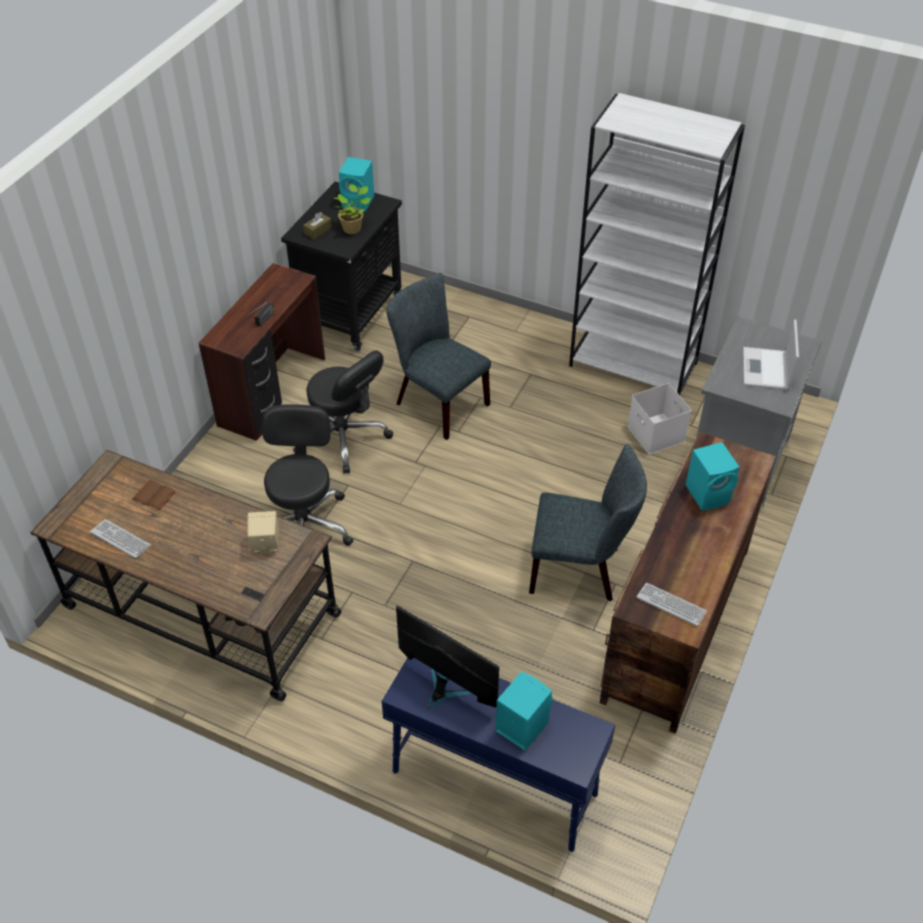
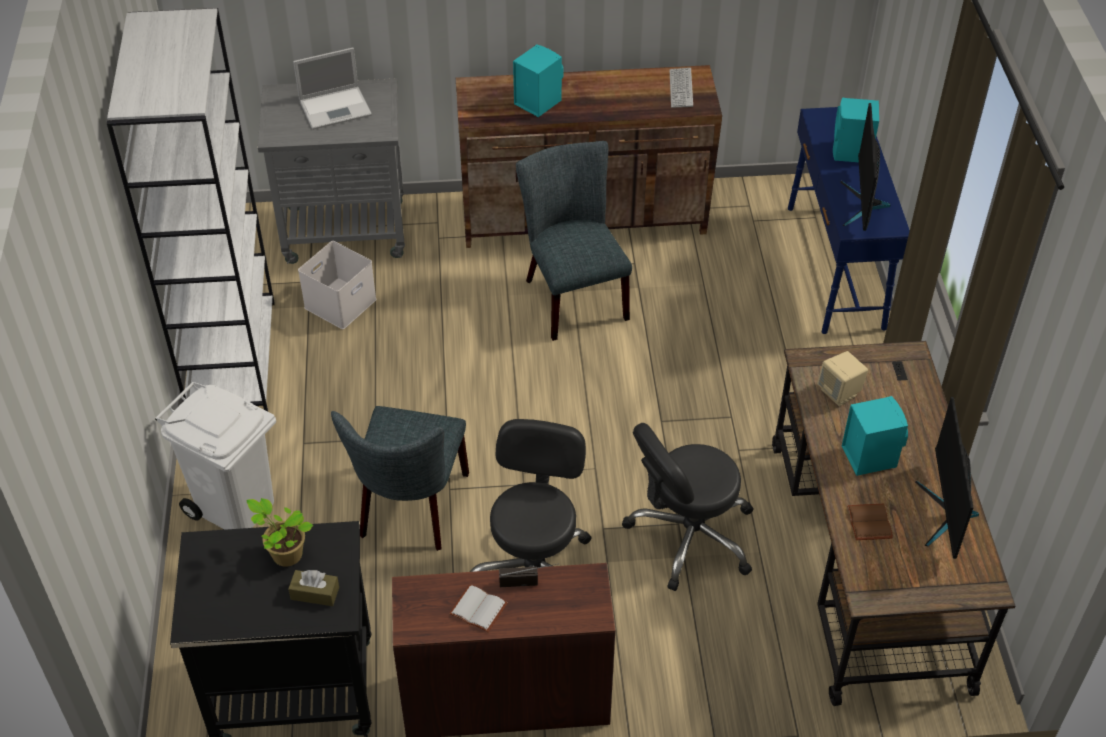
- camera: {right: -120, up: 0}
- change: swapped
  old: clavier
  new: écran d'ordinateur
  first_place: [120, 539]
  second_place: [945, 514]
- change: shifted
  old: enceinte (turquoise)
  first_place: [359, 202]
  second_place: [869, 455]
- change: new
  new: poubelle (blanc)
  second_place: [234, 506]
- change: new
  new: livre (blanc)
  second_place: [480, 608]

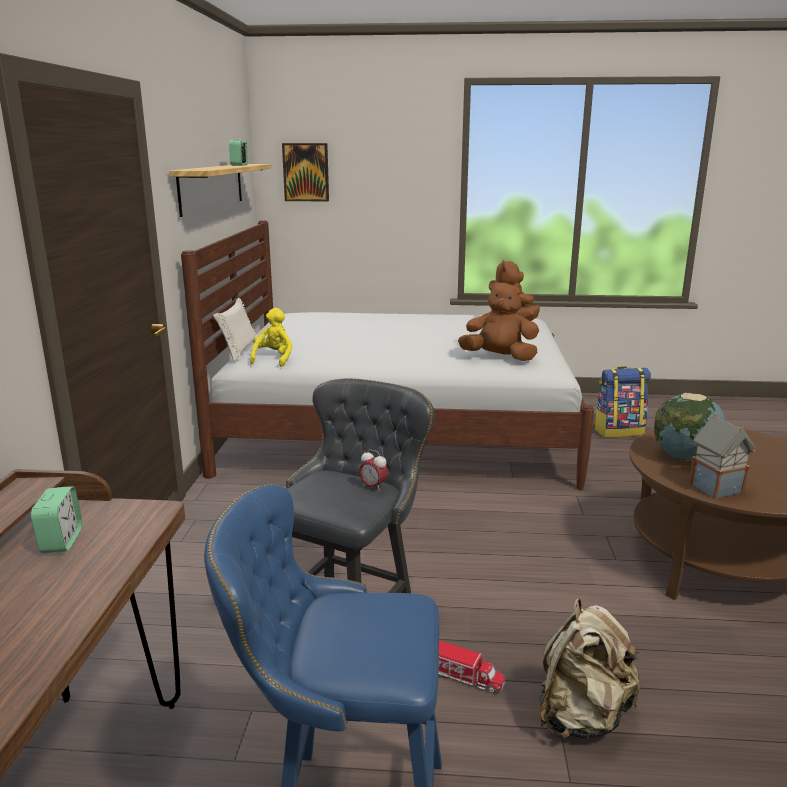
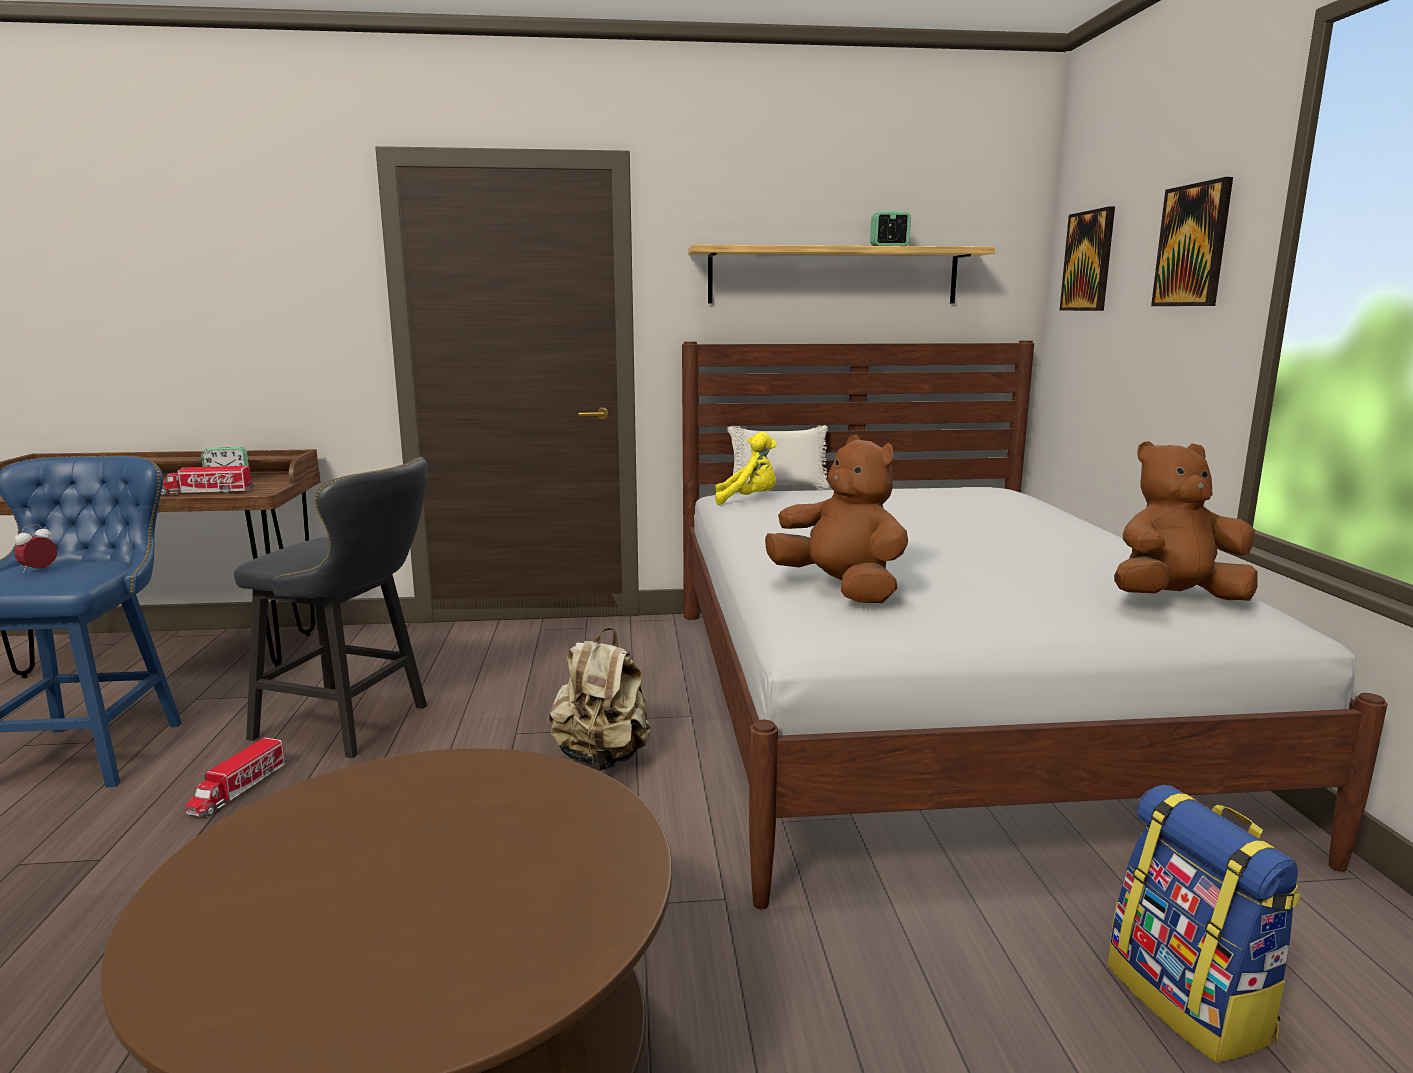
- camera: {right: 80, up: -5}
- change: shifted
  old: réveil
  first_place: [373, 487]
  second_place: [39, 570]
- change: rotated
  old: peluche (marron)
  first_place: [499, 358]
  second_place: [840, 589]
  degrees: -45
- change: shifted
  old: sac à dos (beige)
  first_place: [582, 716]
  second_place: [603, 758]
- change: gone
  old: globe
  first_place: [685, 457]
- change: gone
  old: maison miniature
  first_place: [717, 488]
- change: new
  new: camion jouet
  second_place: [205, 492]
- change: new
  new: tableau
  second_place: [1193, 245]

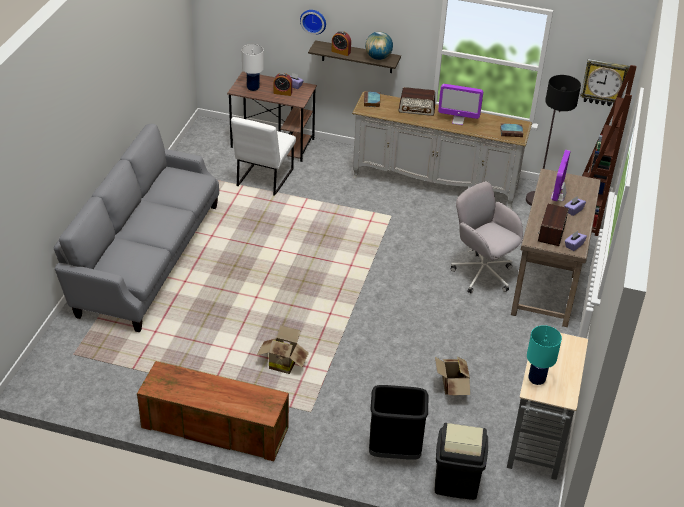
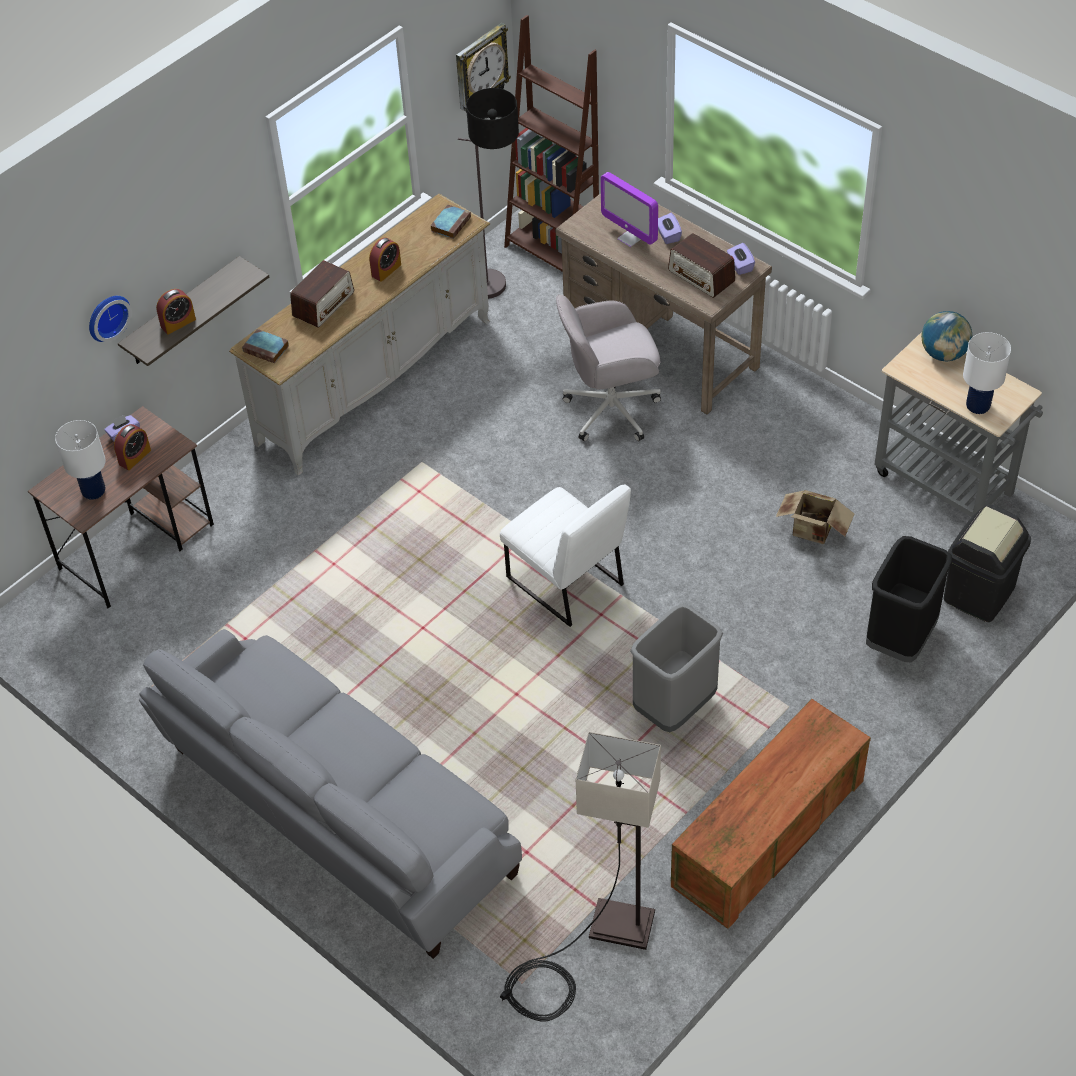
- camera: {right: -60, up: 10}
- change: shifted
  old: chaise (blanc)
  first_place: [264, 178]
  second_place: [566, 583]
- change: swapped
  old: carton
  new: poubelle (gris)
  first_place: [283, 362]
  second_place: [675, 707]
- change: shifted
  old: globe
  first_place: [378, 57]
  second_place: [944, 354]
- change: swapped
  old: écran d'ordinateur
  new: réveil
  first_place: [458, 121]
  second_place: [386, 270]
- change: repainted
  old: lampe de table (turquoise)
  new: lampe de table (blanc)
  first_place: [536, 380]
  second_place: [977, 407]
- change: new
  new: lampadaire
  second_place: [577, 959]

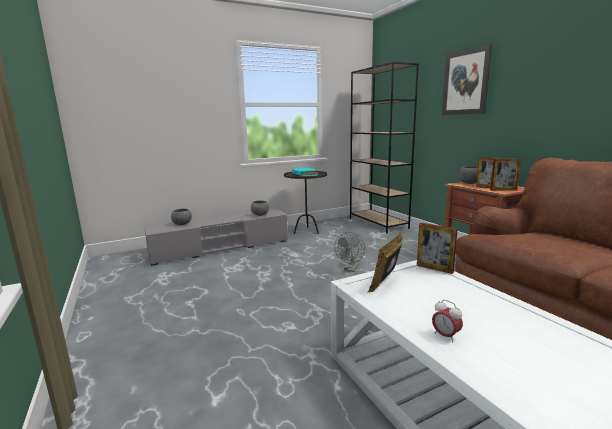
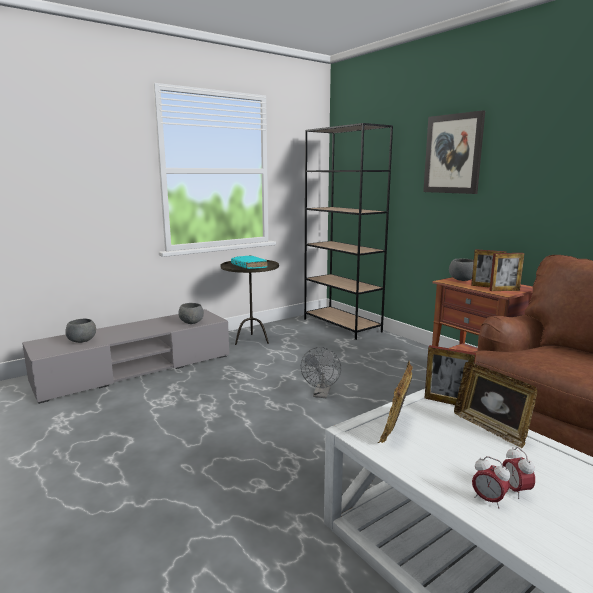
- camera: {right: -10, up: 0}
- change: new
  new: cadre photo
  second_place: [491, 428]
- change: new
  new: réveil
  second_place: [515, 490]

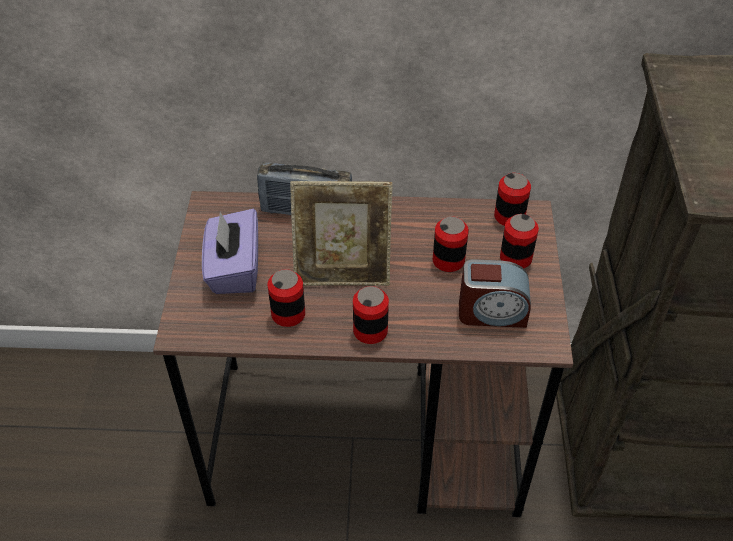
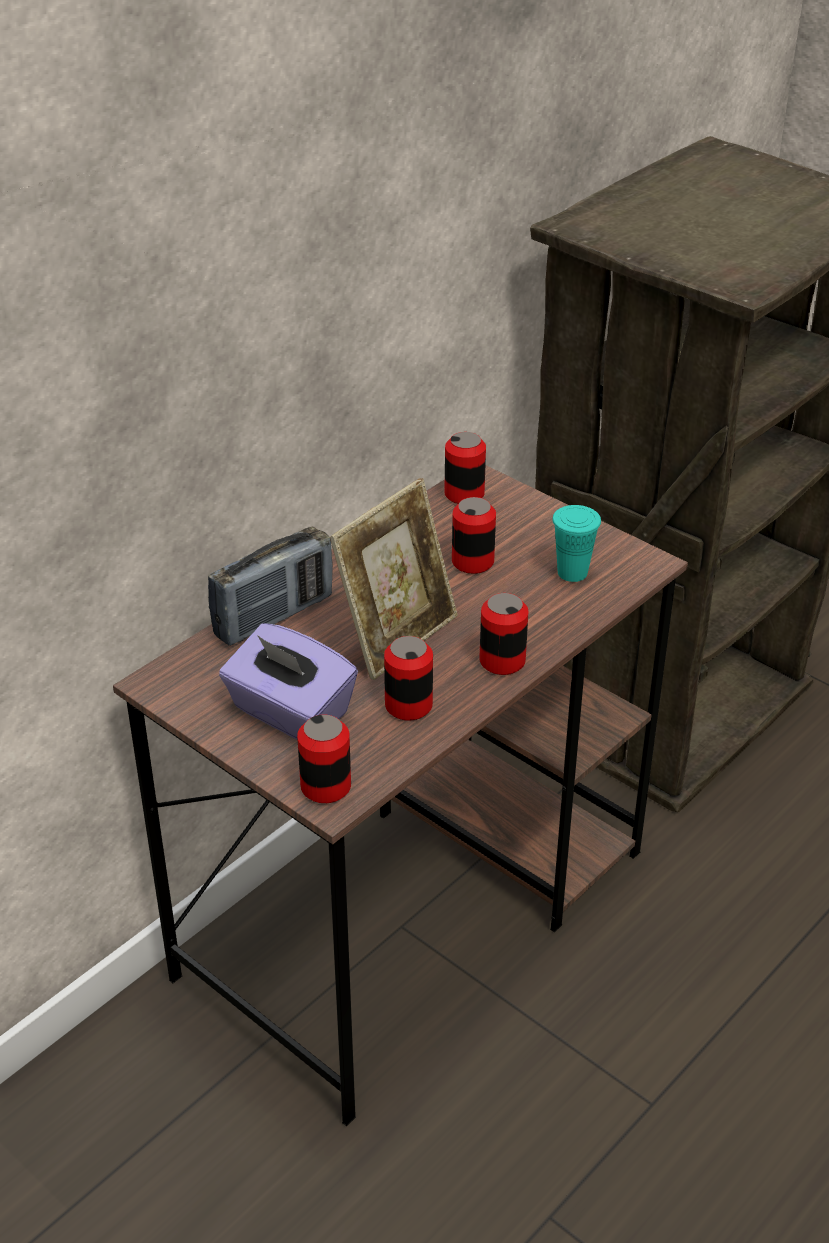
- camera: {right: -50, up: -10}
- change: swapped
  old: réveil
  new: tasse (turquoise)
  first_place: [492, 312]
  second_place: [572, 572]
- change: shifted
  old: boîte métallique
  first_place: [515, 258]
  second_place: [325, 786]

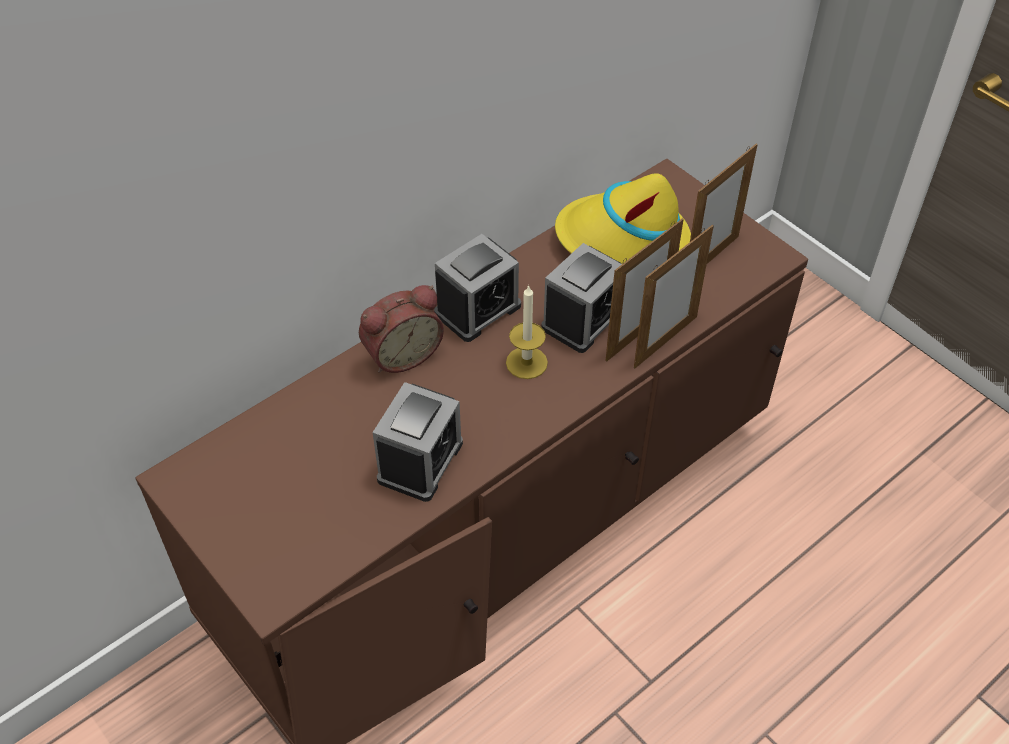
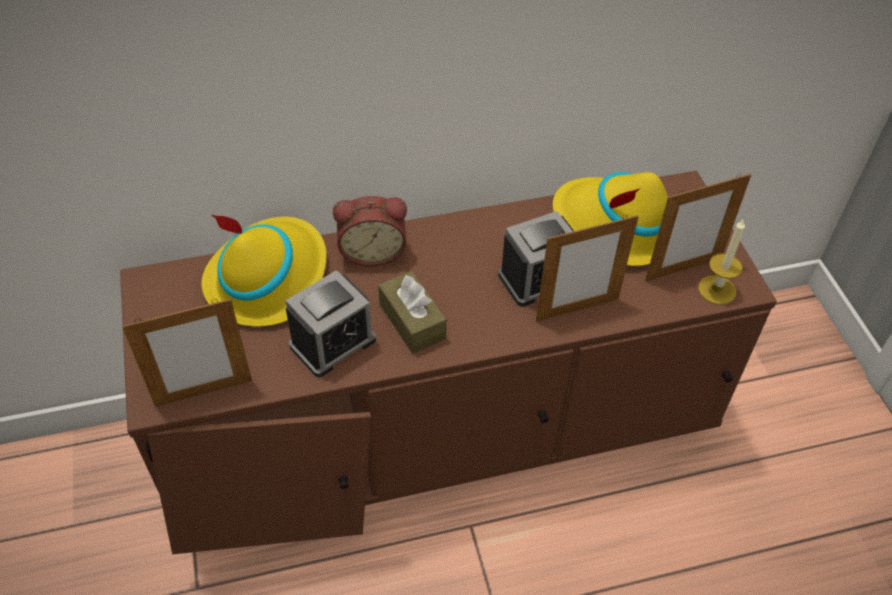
- camera: {right: 25, up: 0}
- change: gone
  old: réveil
  first_place: [477, 309]
- change: shifted
  old: bougie
  first_place: [526, 362]
  second_place: [717, 289]
- change: shifted
  old: cadre photo
  first_place: [665, 341]
  second_place: [204, 393]
- change: new
  new: chapeau (jaune)
  second_place: [268, 278]
- change: new
  new: boîte à mouchoirs (marron)
  second_place: [412, 321]

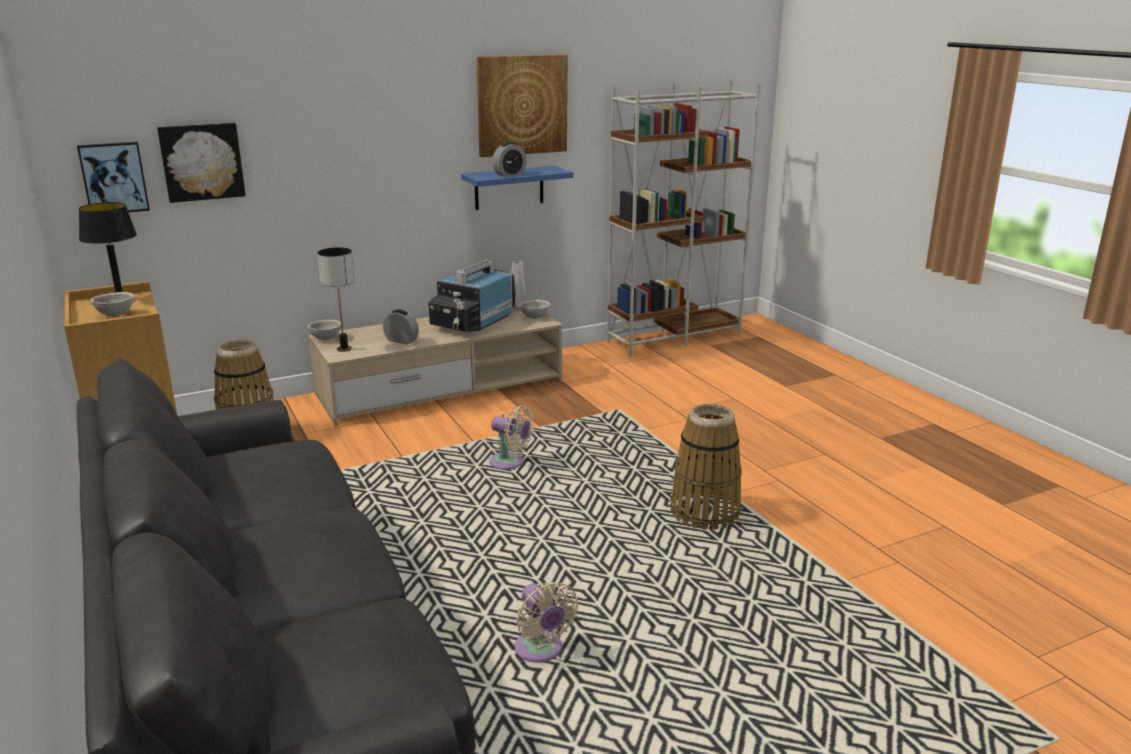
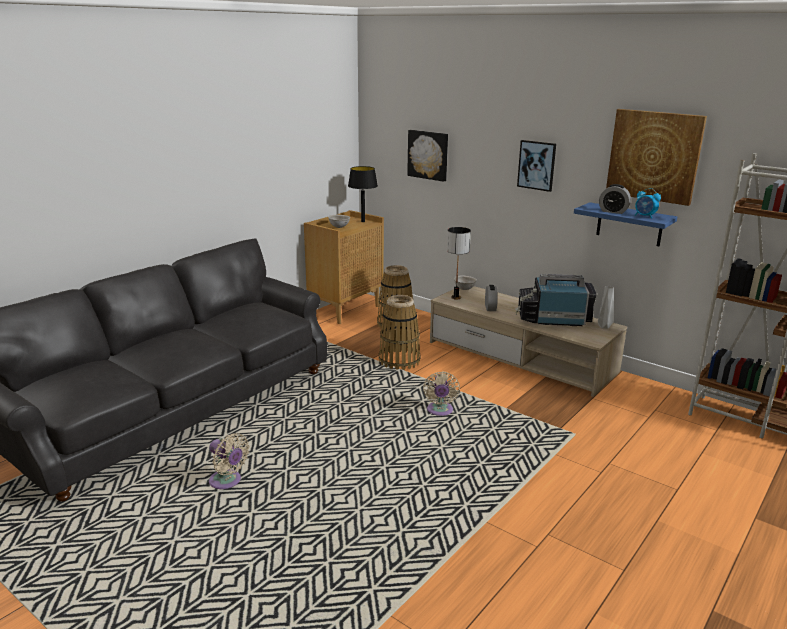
- camera: {right: 65, up: 0}
- change: shifted
  old: tableau
  first_place: [114, 178]
  second_place: [537, 165]
- change: rotated
  old: ventilateur (beige)
  first_place: [541, 651]
  second_place: [227, 482]
  degrees: -90
- change: gone
  old: bol (gris)
  first_place: [534, 317]
- change: shifted
  old: panier
  first_place: [705, 512]
  second_place: [399, 361]
- change: new
  new: réveil
  second_place: [645, 216]

